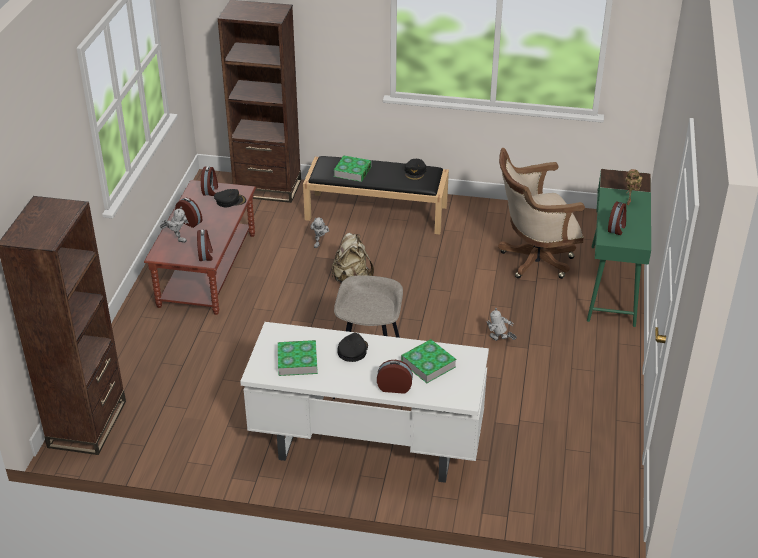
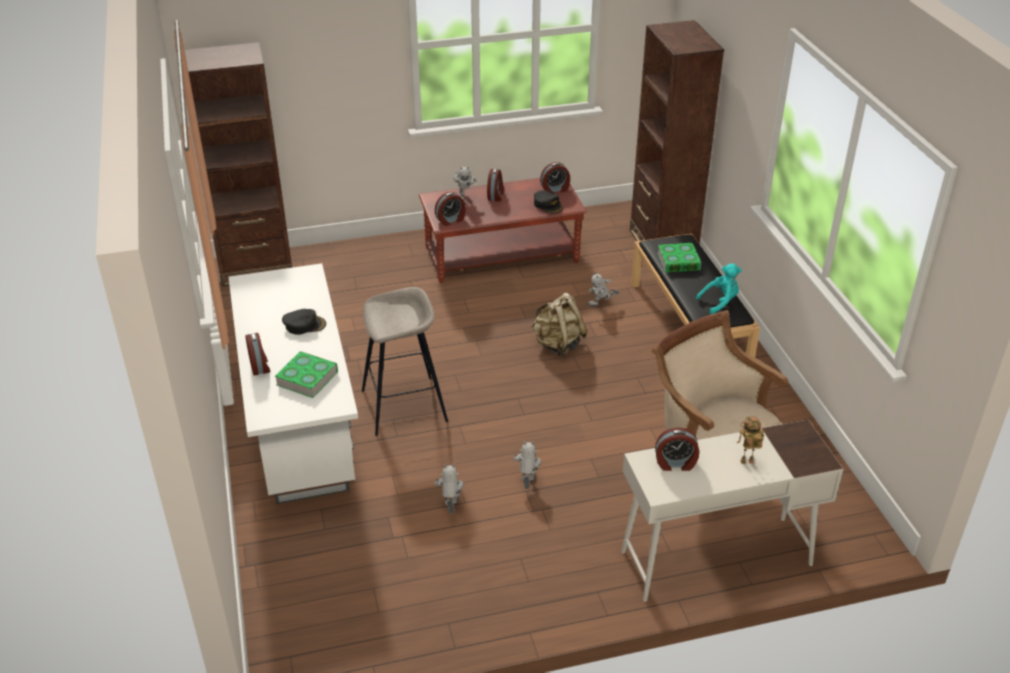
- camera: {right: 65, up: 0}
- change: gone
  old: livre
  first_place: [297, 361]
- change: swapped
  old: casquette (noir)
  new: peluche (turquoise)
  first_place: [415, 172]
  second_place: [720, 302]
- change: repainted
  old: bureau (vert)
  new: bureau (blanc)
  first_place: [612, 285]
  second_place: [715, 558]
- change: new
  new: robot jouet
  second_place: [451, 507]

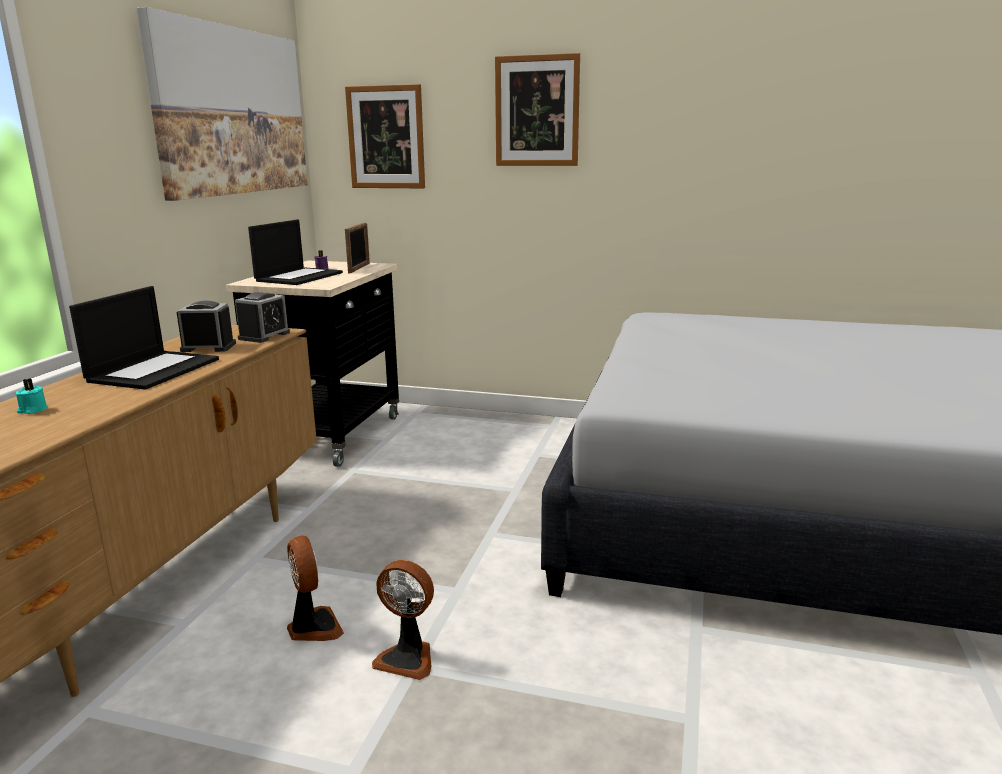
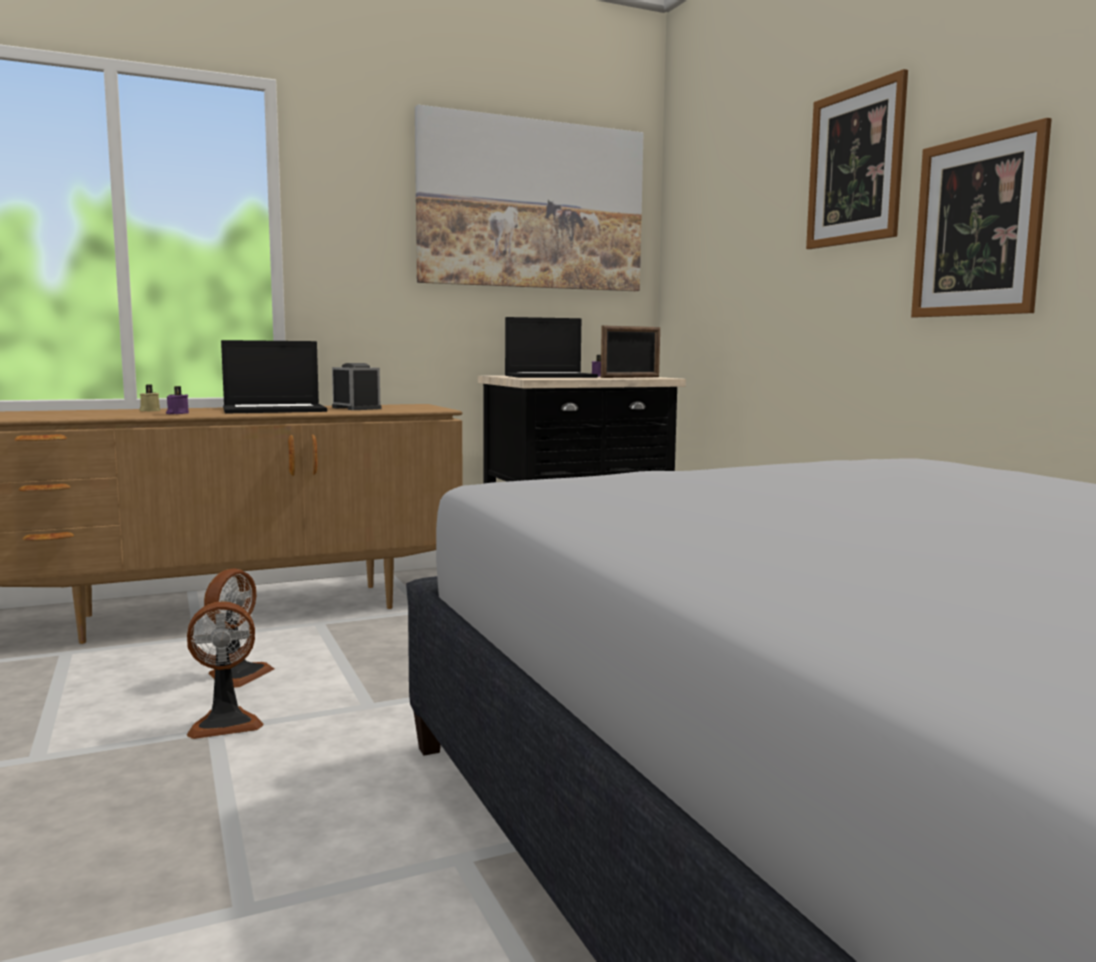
- camera: {right: 50, up: -10}
- change: repainted
  old: bougie (turquoise)
  new: bougie (beige)
  first_place: [32, 410]
  second_place: [149, 411]
- change: gone
  old: réveil
  first_place: [264, 336]
- change: shifted
  old: tableau
  first_place: [386, 137]
  second_place: [977, 226]
- change: rotated
  old: ventilateur
  first_place: [408, 658]
  second_place: [225, 723]
  degrees: -90
- change: new
  new: bougie (violet)
  second_place: [177, 413]

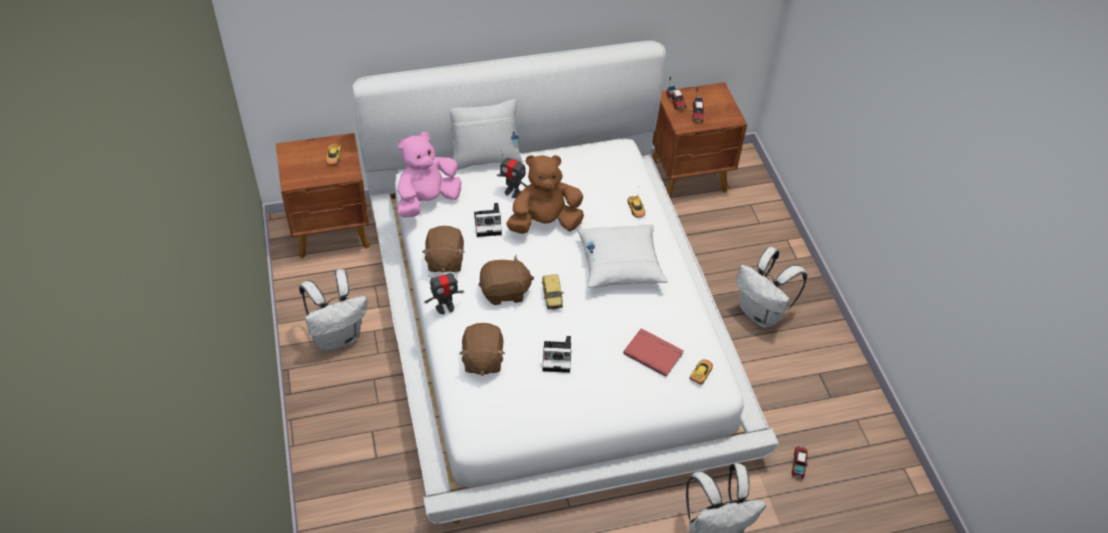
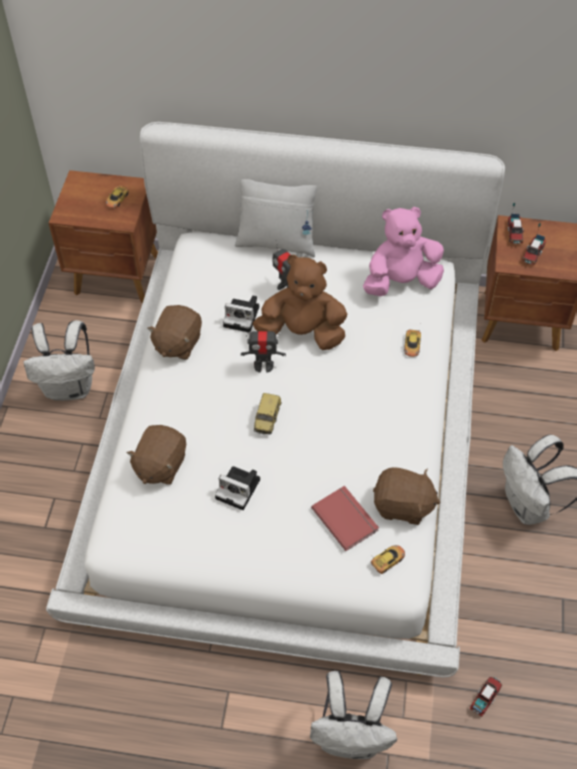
- camera: {right: 25, up: 5}
- change: shifted
  old: peluche (rose)
  first_place: [427, 201]
  second_place: [401, 282]
- change: shifted
  old: robot jouet
  first_place: [445, 307]
  second_place: [263, 365]
- change: shifted
  old: peluche (marron)
  first_place: [505, 292]
  second_place: [403, 506]
- change: gone
  old: coussin (gris)
  first_place: [620, 265]

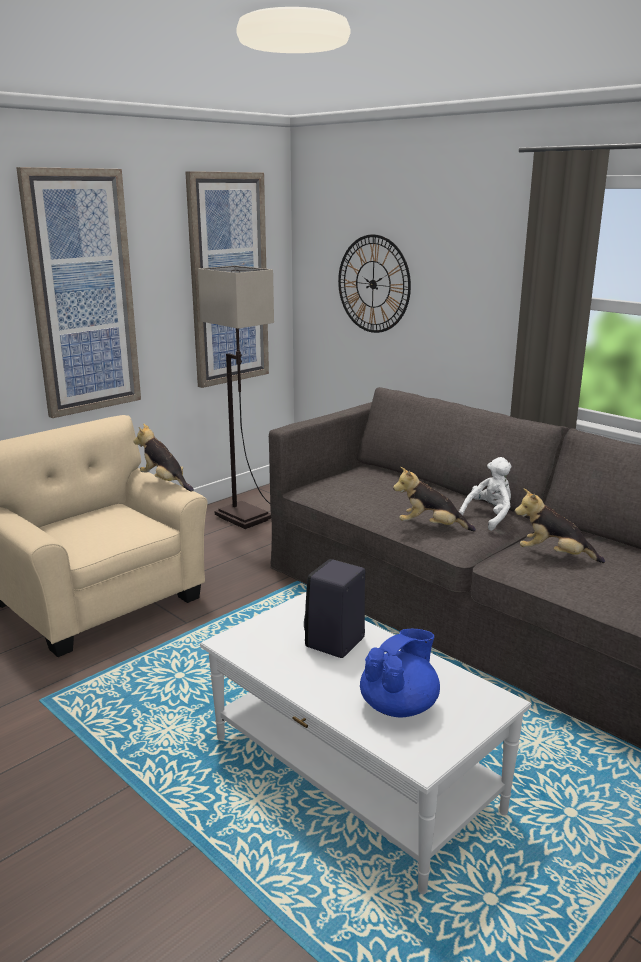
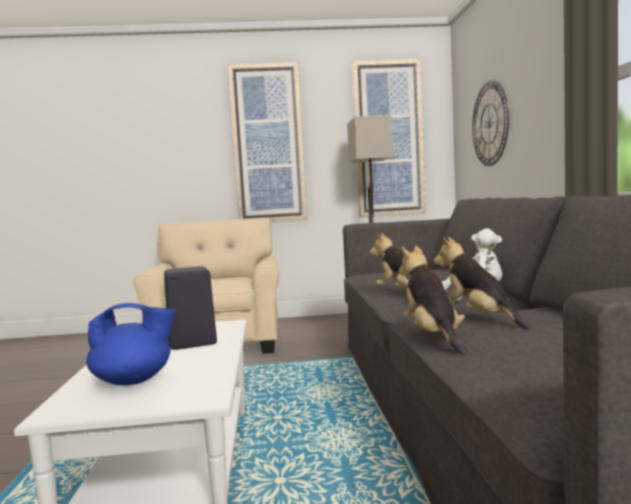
- camera: {right: 40, up: -15}
- change: shifted
  old: peluche
  first_place: [165, 482]
  second_place: [433, 336]

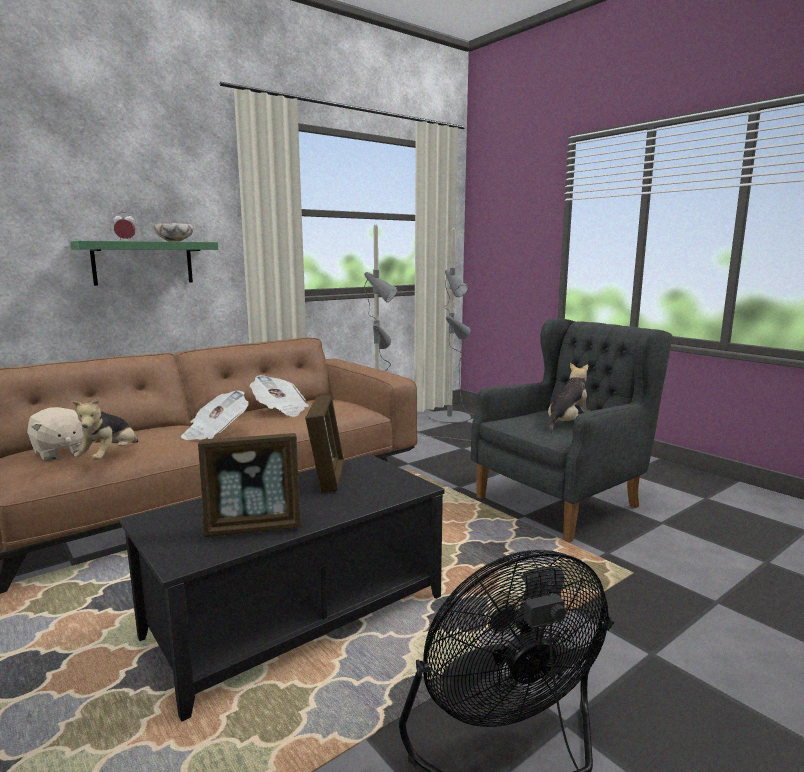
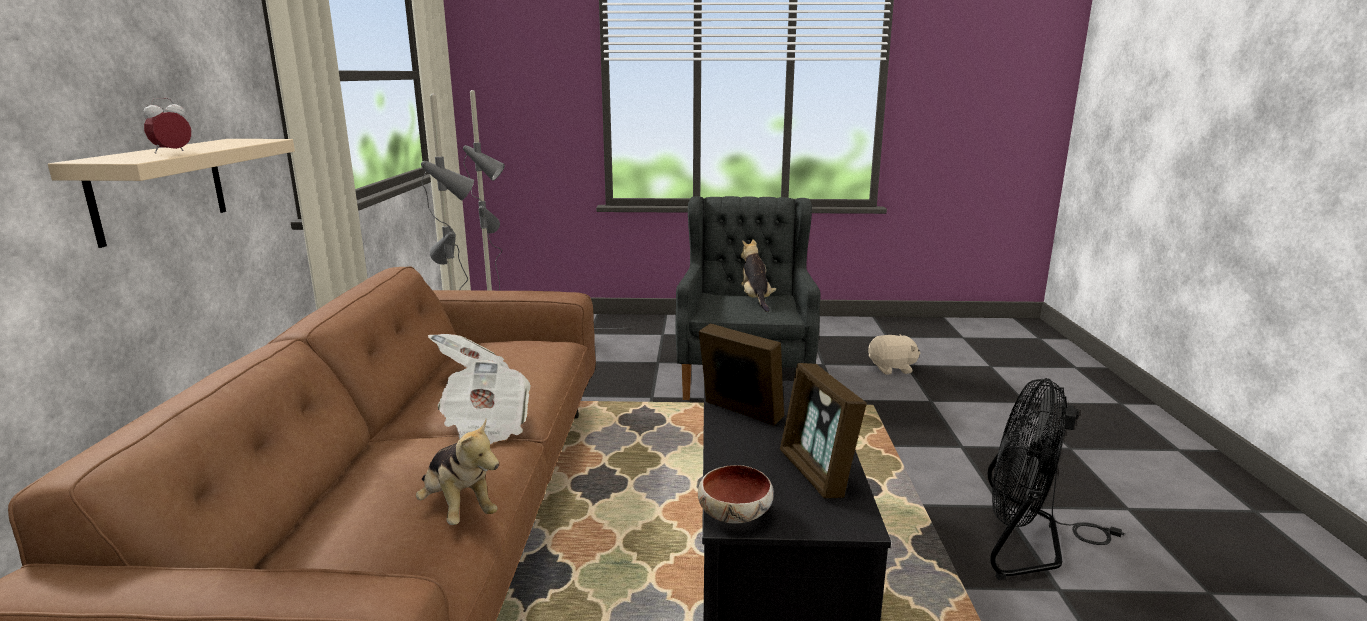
- camera: {right: -50, up: 5}
- change: shifted
  old: peluche (beige)
  first_place: [60, 452]
  second_place: [892, 369]
- change: repainted
  old: étagère (vert)
  new: étagère (beige)
  first_place: [143, 263]
  second_place: [159, 189]
- change: shifted
  old: bol
  first_place: [175, 241]
  second_place: [734, 514]
- change: rotated
  old: cadre photo
  first_place: [254, 527]
  second_place: [817, 473]
  degrees: 135

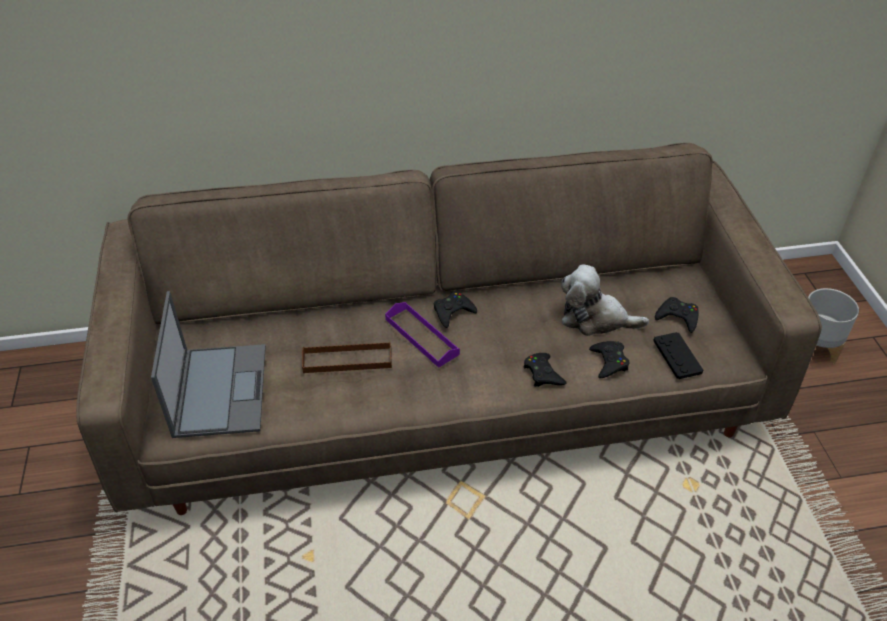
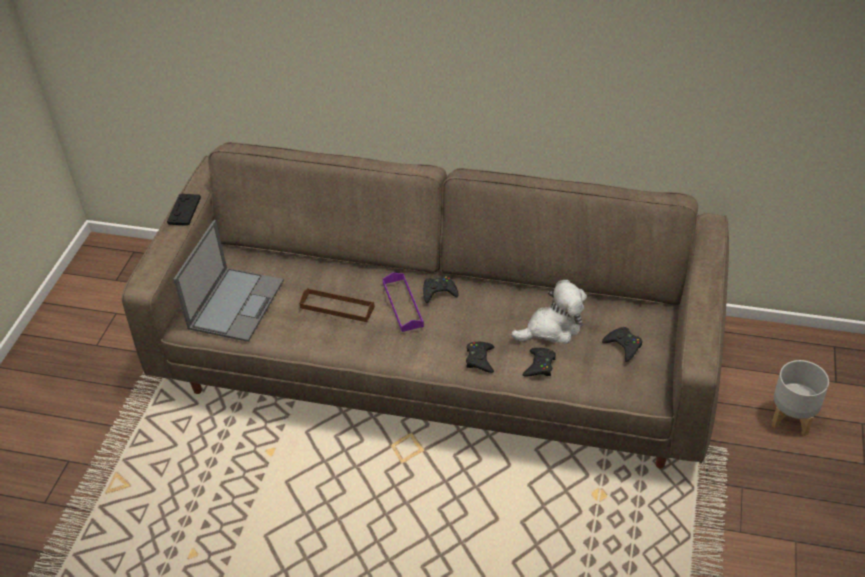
- camera: {right: 25, up: 0}
- change: rotated
  old: peluche
  first_place: [595, 319]
  second_place: [552, 328]
  degrees: 120
- change: shifted
  old: manette (noir)
  first_place: [677, 356]
  second_place: [184, 210]

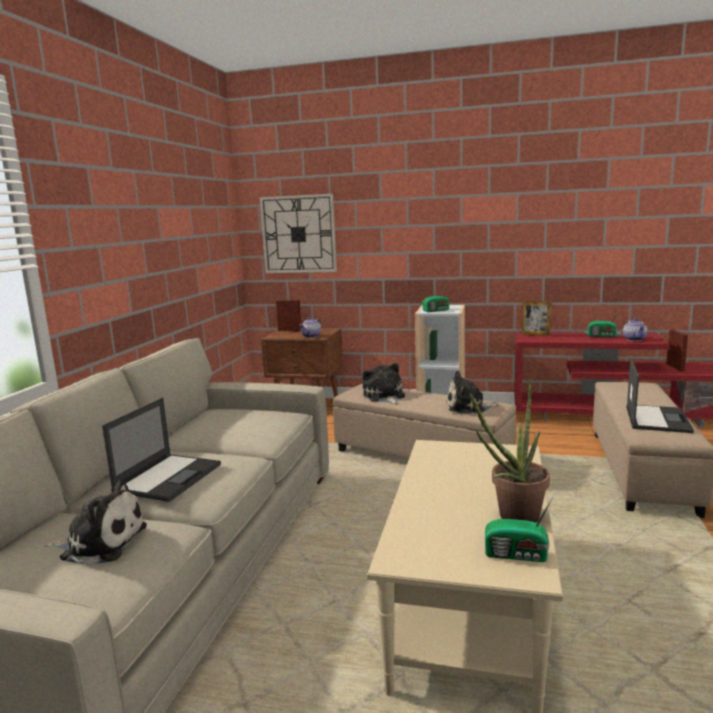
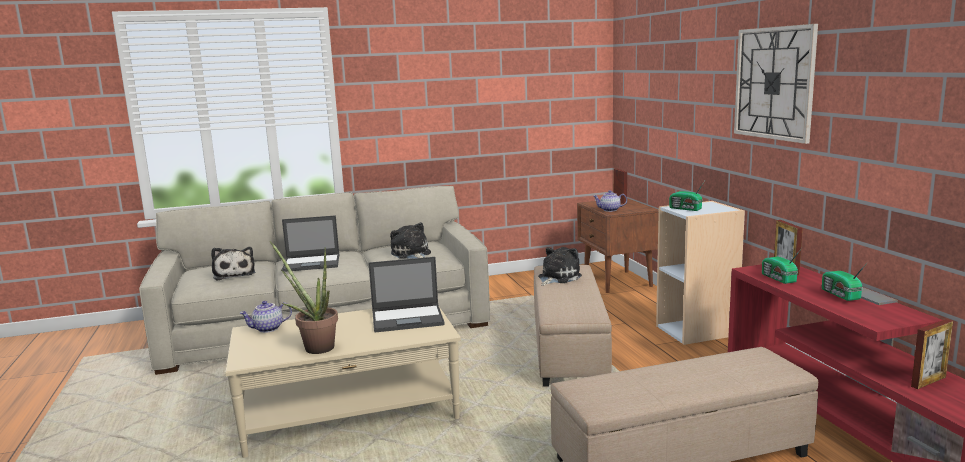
- camera: {right: 60, up: 0}
- change: shifted
  old: horloge murale
  first_place: [298, 234]
  second_place: [774, 83]
- change: shifted
  old: peluche
  first_place: [468, 407]
  second_place: [411, 254]
- change: shifted
  old: radio
  first_place: [517, 555]
  second_place: [778, 279]
- change: shifted
  old: théière
  first_place: [635, 339]
  second_place: [268, 329]
- change: shifted
  old: ordinateur portable
  first_place: [656, 419]
  second_place: [408, 318]

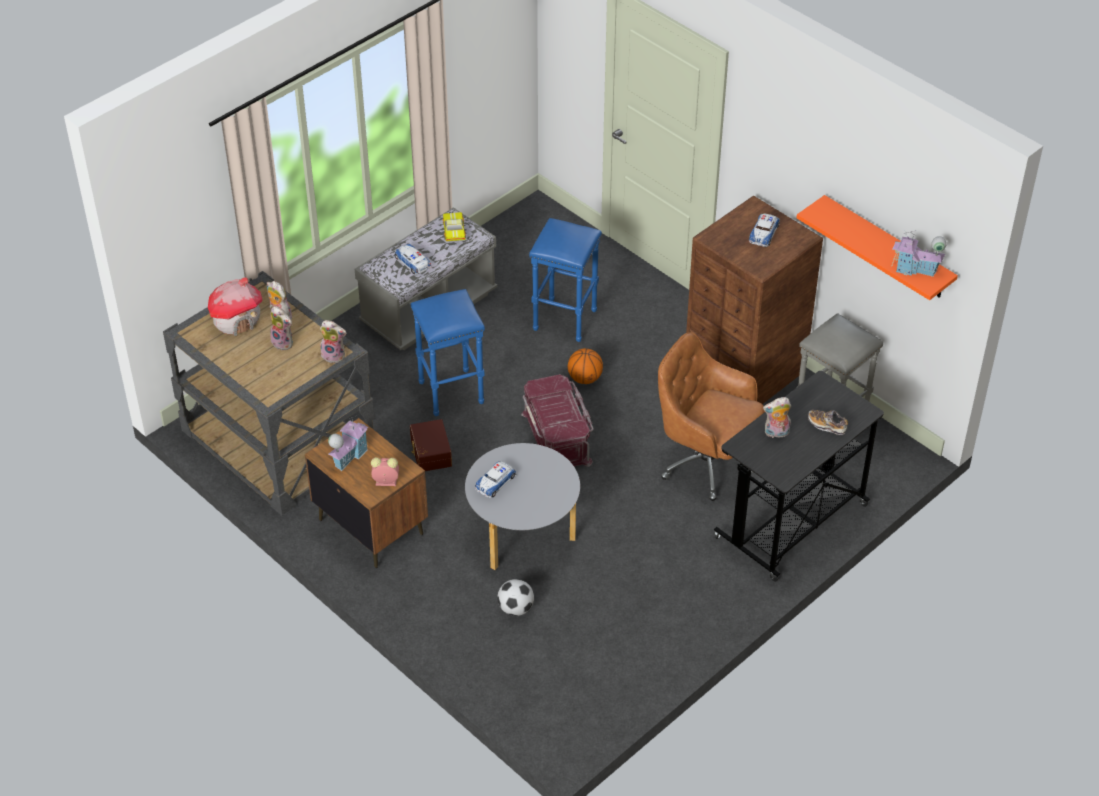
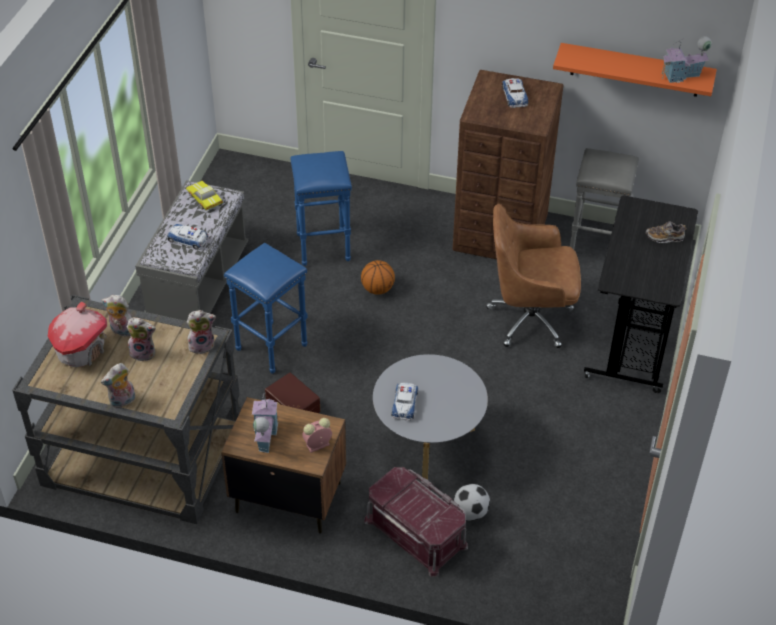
- camera: {right: -30, up: 0}
- change: shifted
  old: boîte de rangement (rouge)
  first_place: [557, 437]
  second_place: [416, 532]
- change: shifted
  old: peluche
  first_place: [776, 433]
  second_place: [122, 402]

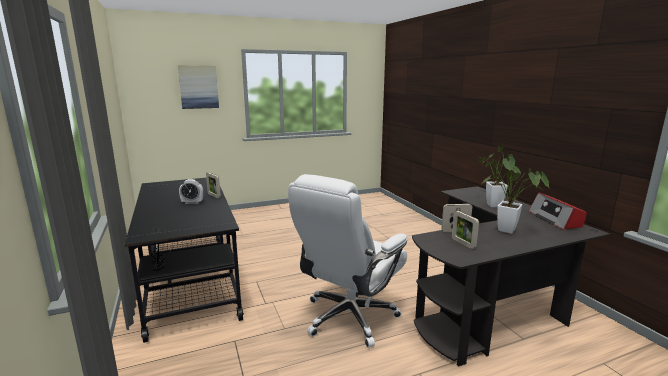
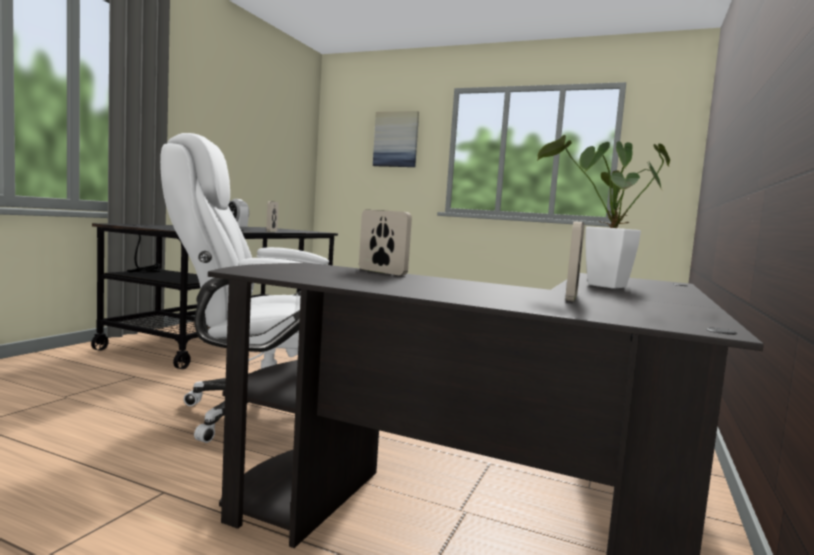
- camera: {right: 45, up: -10}
- change: shifted
  old: cadre photo
  first_place: [463, 243]
  second_place: [571, 297]
- change: gone
  old: plante en pot
  first_place: [511, 231]
- change: gone
  old: radio
  first_place: [555, 219]

